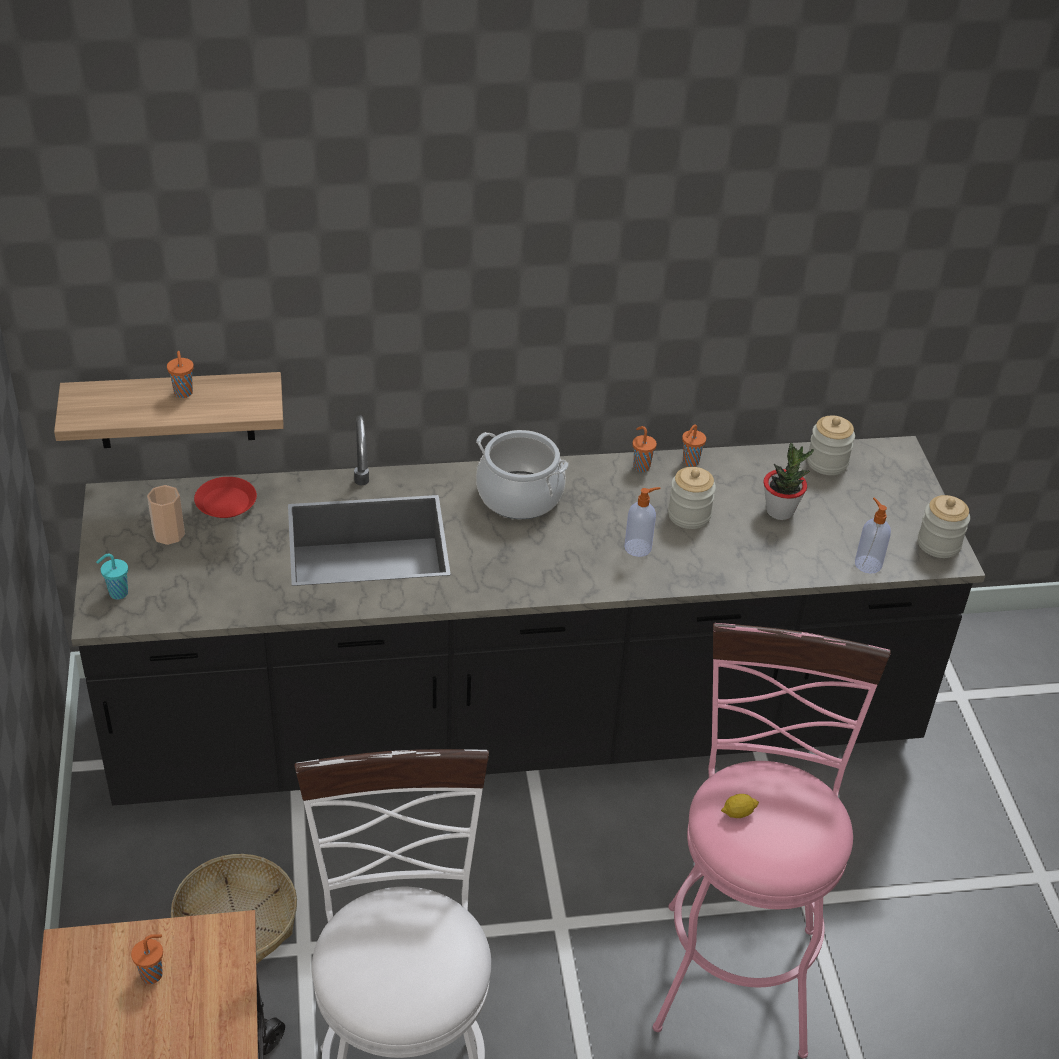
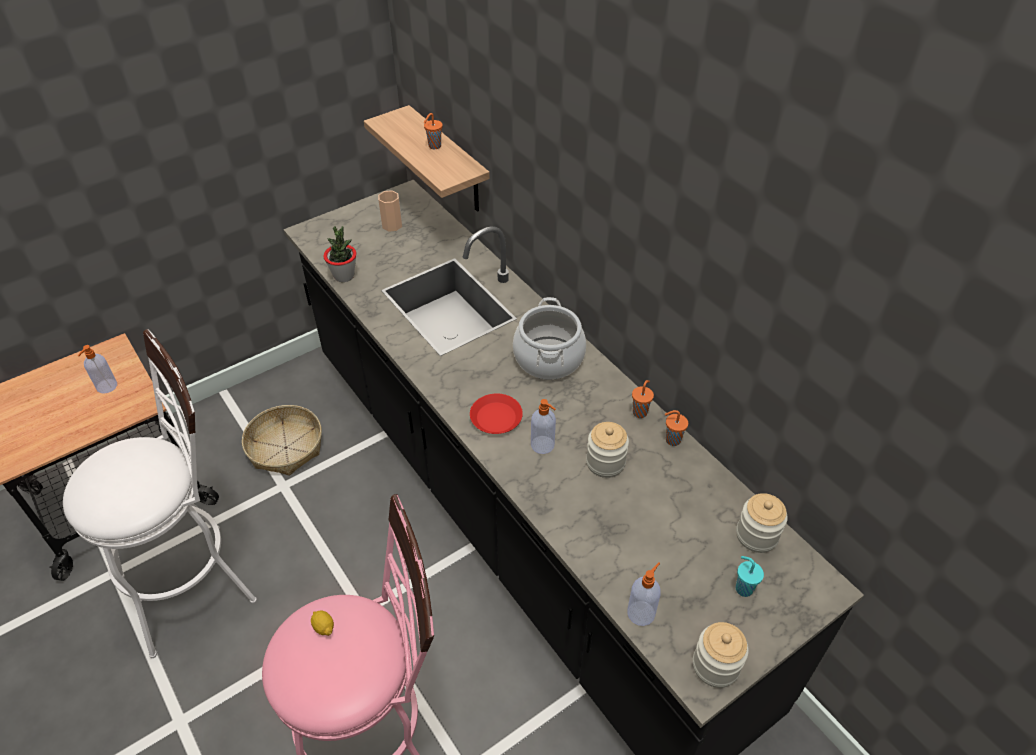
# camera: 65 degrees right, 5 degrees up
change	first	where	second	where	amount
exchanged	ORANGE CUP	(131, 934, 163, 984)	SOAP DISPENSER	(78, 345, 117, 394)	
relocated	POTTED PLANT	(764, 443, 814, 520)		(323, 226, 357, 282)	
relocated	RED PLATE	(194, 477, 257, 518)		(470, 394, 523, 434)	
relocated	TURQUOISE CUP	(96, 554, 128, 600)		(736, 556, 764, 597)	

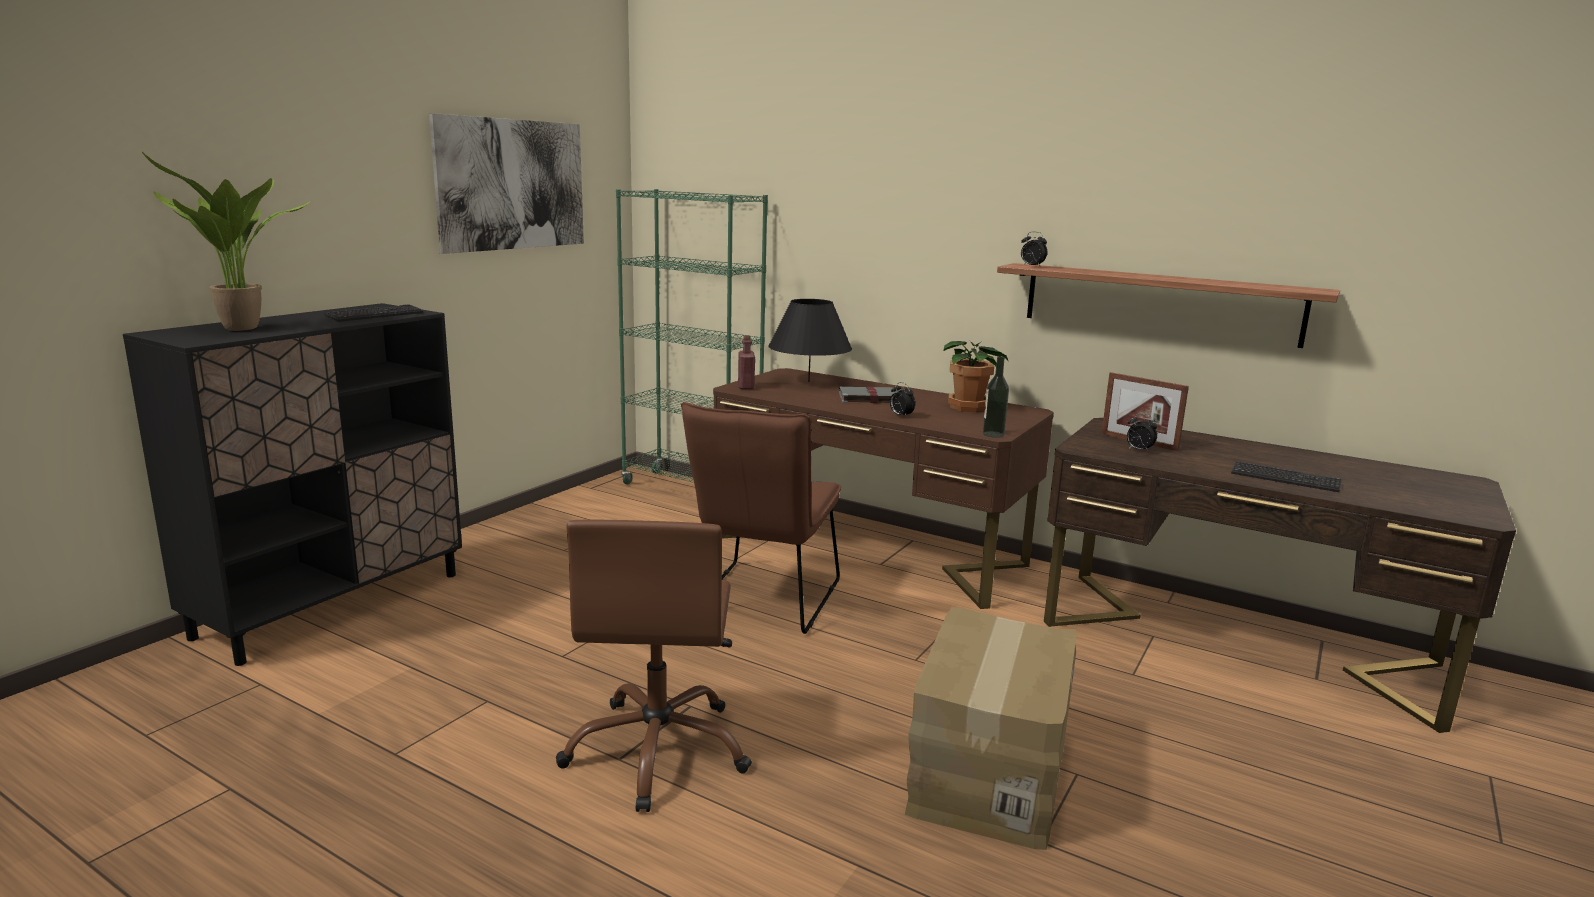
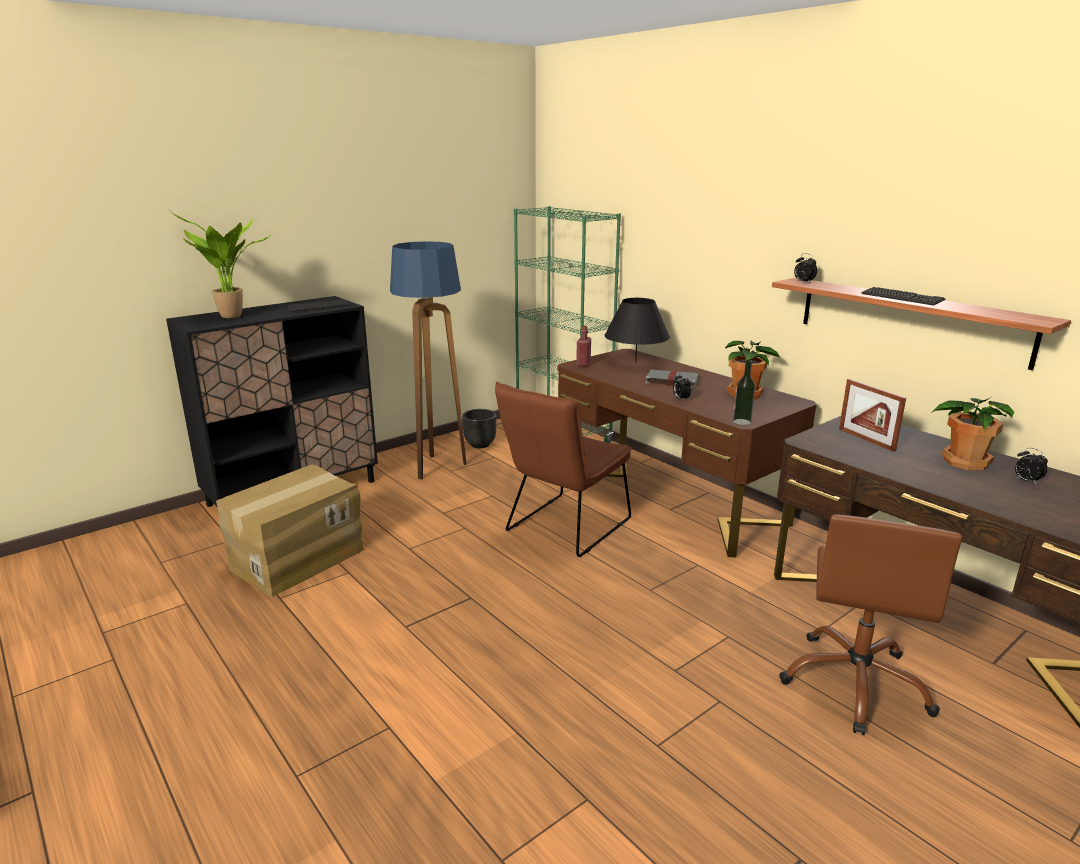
# camera: 20 degrees right, 5 degrees up
change	first	where	second	where	amount
relocated	CARDBOARD BOX	(905, 607, 1076, 850)		(216, 465, 364, 597)	
appeared			FLOOR LAMP	(390, 241, 467, 480)	
appeared			BLACK PLANTER	(462, 409, 496, 448)	
relocated	BROWN OFFICE CHAIR	(556, 520, 752, 812)		(779, 514, 962, 735)	
relocated	KEYBOARD	(1231, 461, 1342, 492)		(861, 287, 946, 306)	
appeared			POTTED PLANT	(931, 397, 1014, 470)	
relocated	ALARM CLOCK	(1127, 413, 1157, 453)		(1015, 448, 1048, 484)	
missing	PICTURE	(429, 113, 584, 254)			

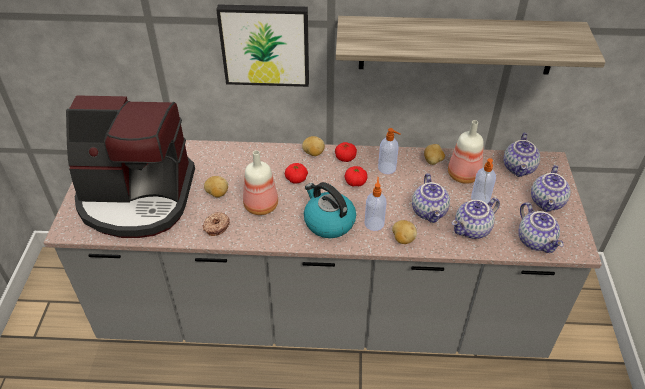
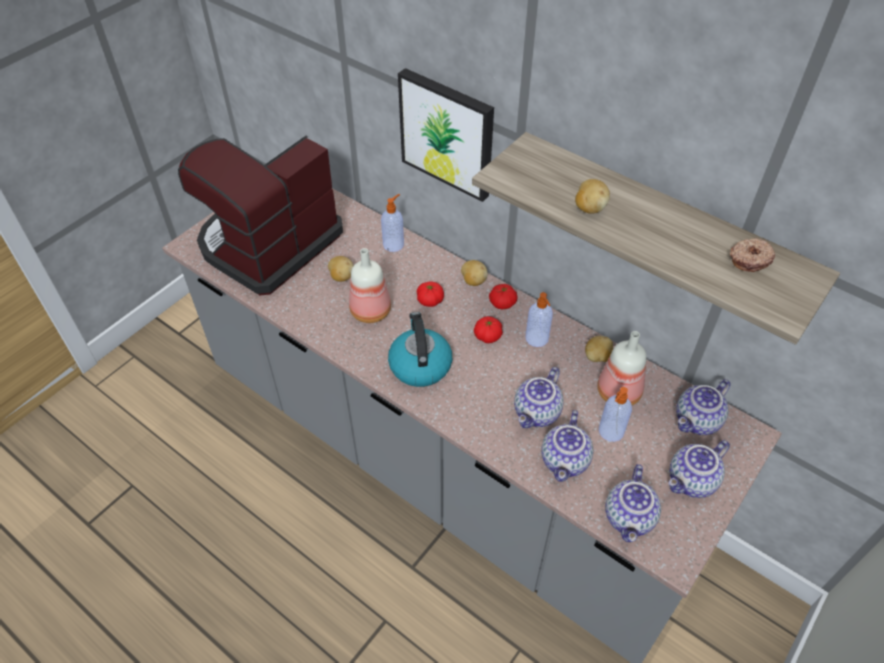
# camera: 35 degrees right, 5 degrees up
change	first	where	second	where	amount
spun	COFFEE MACHINE	(66, 95, 195, 238)		(178, 136, 343, 296)	90 degrees clockwise
relocated	SOAP DISPENSER	(365, 177, 387, 231)		(381, 194, 404, 252)	
spun	TEAPOT	(452, 198, 500, 239)		(541, 410, 593, 482)	75 degrees counterclockwise
relocated	POTATO	(392, 220, 417, 244)		(575, 179, 610, 214)	
relocated	DONUT	(203, 212, 230, 236)		(730, 238, 775, 272)	

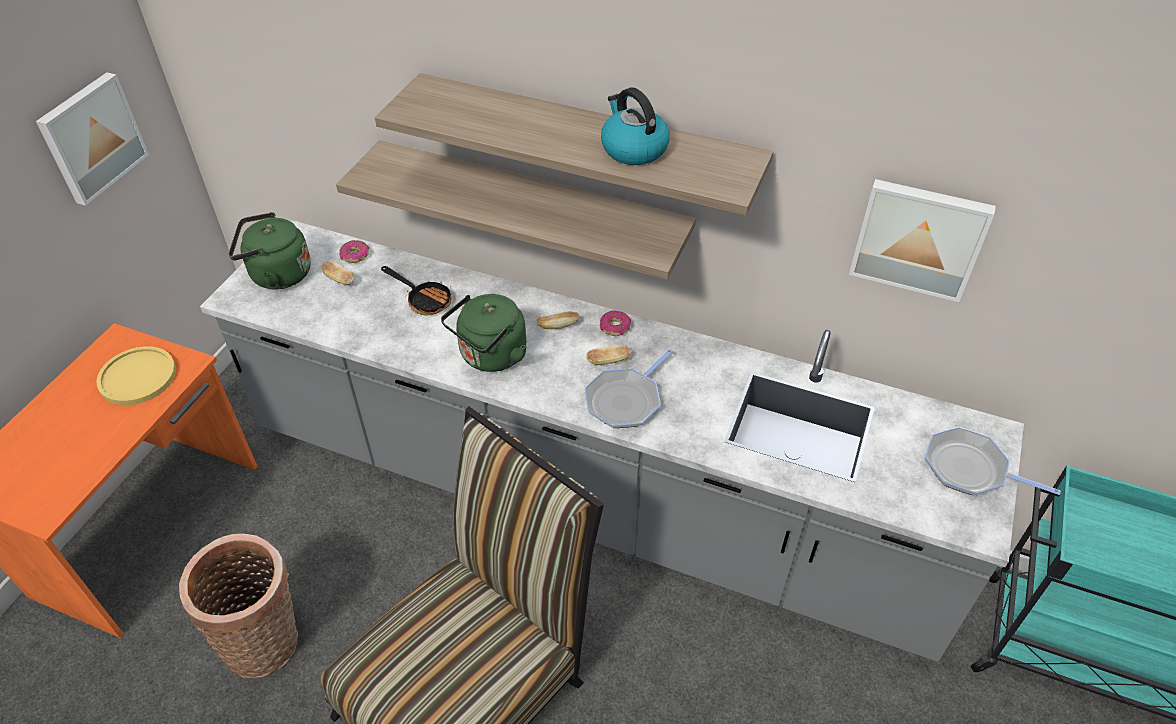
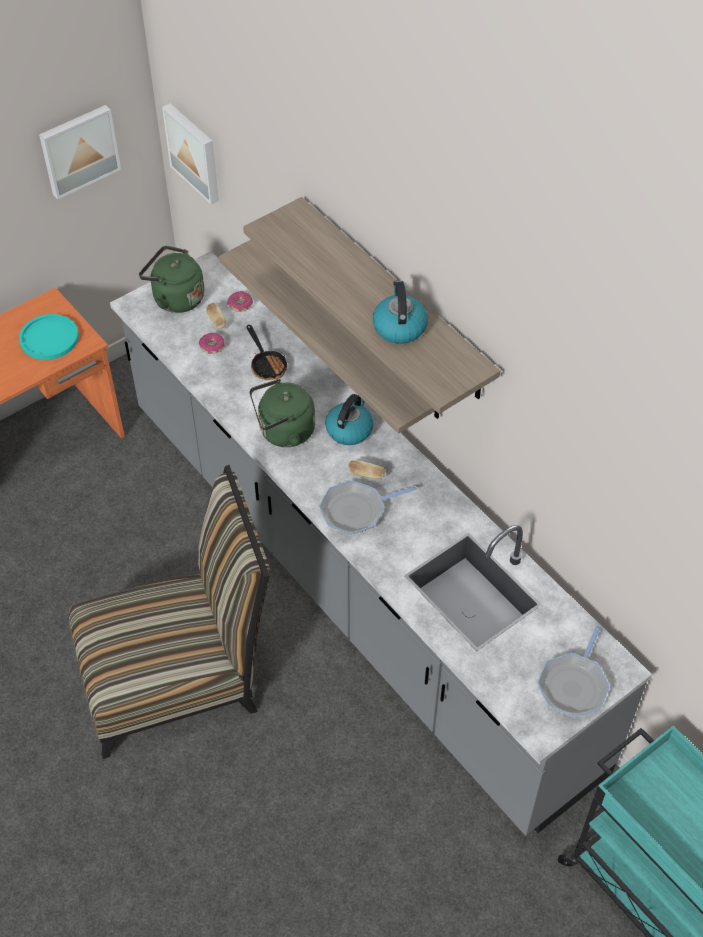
# camera: 30 degrees right, 5 degrees up
change	first	where	second	where	amount
colour	YELLOW PLATE	(97, 346, 176, 405)	TURQUOISE PLATE	(19, 314, 79, 360)	
relocated	PICTURE	(849, 179, 996, 302)		(162, 103, 219, 205)	
relocated	DONUT	(600, 310, 631, 336)		(199, 333, 225, 354)	
exchanged	BREAD	(536, 311, 580, 329)	KETTLE	(325, 394, 373, 445)	
spun	FRYING PAN	(925, 427, 1061, 495)		(537, 624, 610, 718)	120 degrees counterclockwise
missing	BASKET	(179, 533, 298, 679)			

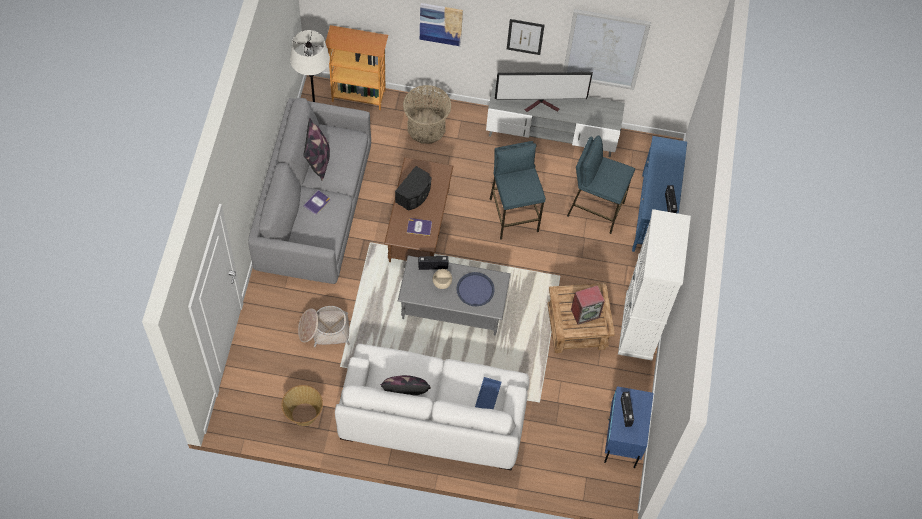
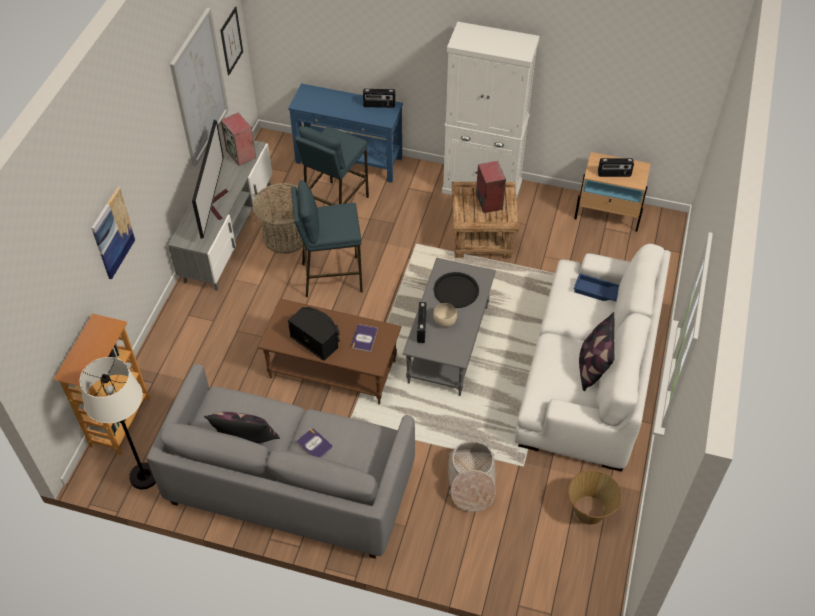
# camera: 80 degrees left, 10 degrees down
change	first	where	second	where	amount
relocated	PICTURE	(507, 19, 545, 55)		(220, 6, 243, 76)	
appeared			SPEAKER	(221, 113, 256, 166)	
relocated	BASKET	(403, 85, 451, 144)		(252, 183, 303, 254)	
colour	BLUE TRAY	(457, 272, 495, 306)	BLACK TRAY	(434, 272, 479, 308)	
colour	BLUE NIGHTSTAND	(604, 386, 654, 468)	BEIGE NIGHTSTAND	(574, 152, 651, 232)	

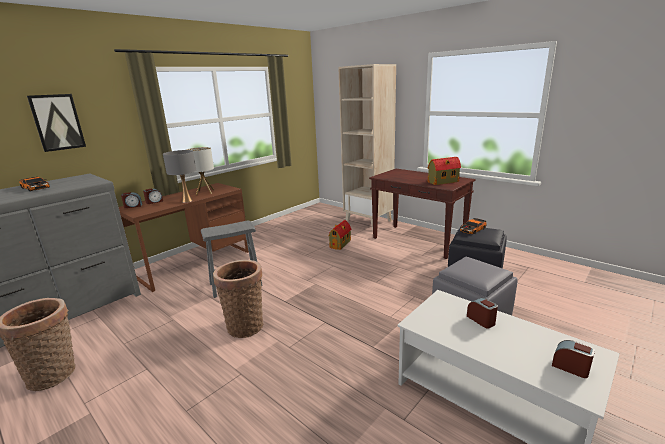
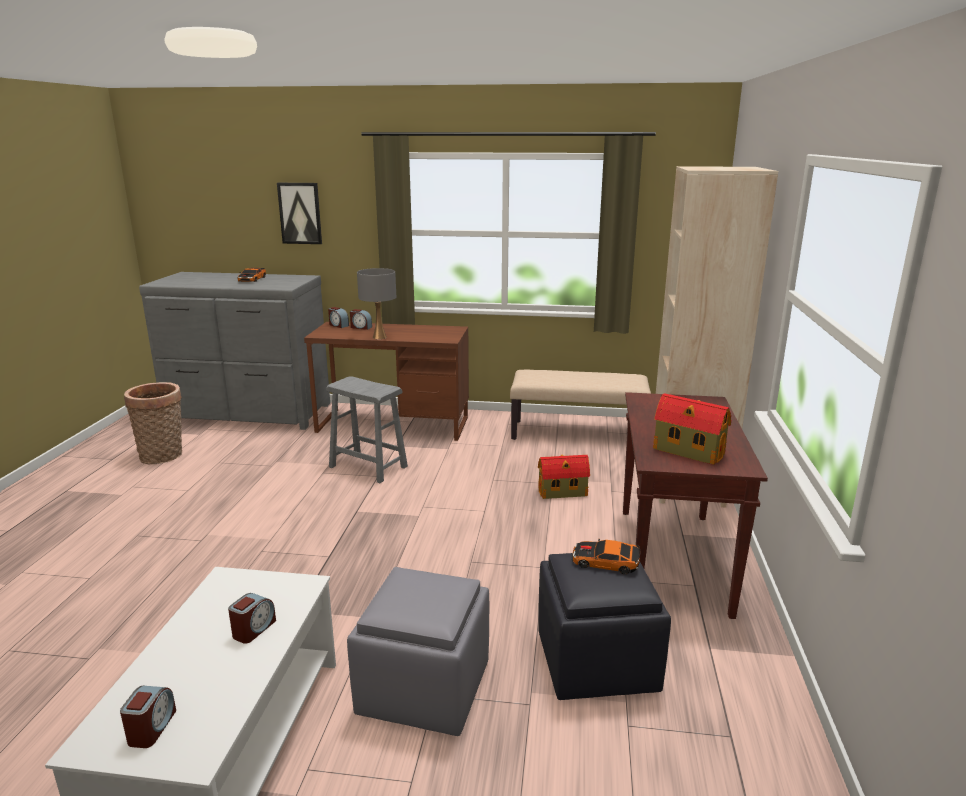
# camera: 55 degrees right, 0 degrees up
change	first	where	second	where	amount
appeared			BEIGE BENCH	(510, 369, 651, 440)	
missing	TABLE LAMP	(186, 147, 214, 195)			
missing	BASKET	(213, 260, 264, 338)			

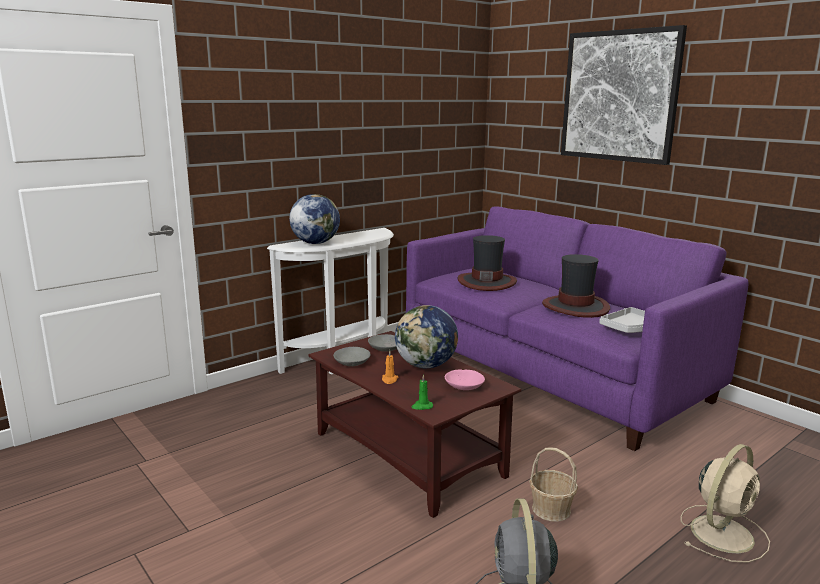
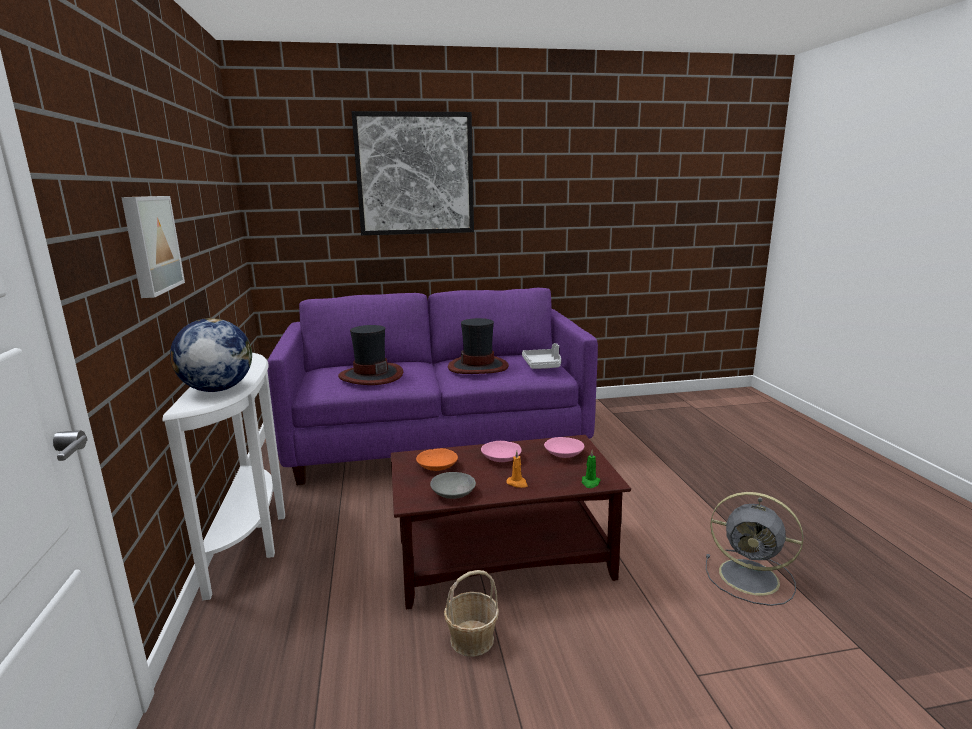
# camera: 60 degrees left, 0 degrees up
change	first	where	second	where	amount
appeared			PICTURE	(121, 196, 185, 298)	
colour	GREY BOWL	(368, 334, 397, 352)	ORANGE BOWL	(416, 448, 458, 471)	
relocated	BASKET	(529, 447, 578, 522)		(444, 570, 499, 657)	
exchanged	GLOBE	(395, 305, 458, 368)	PINK BOWL	(481, 441, 522, 462)	
missing	BEIGE FAN	(680, 444, 770, 563)			

